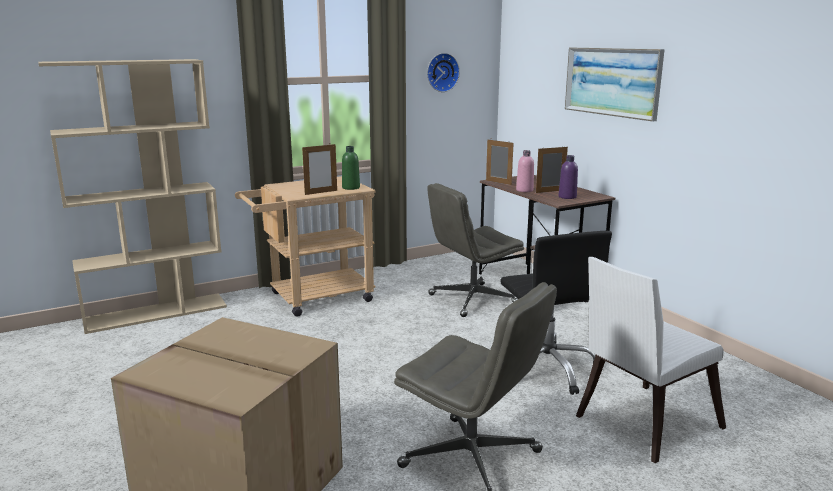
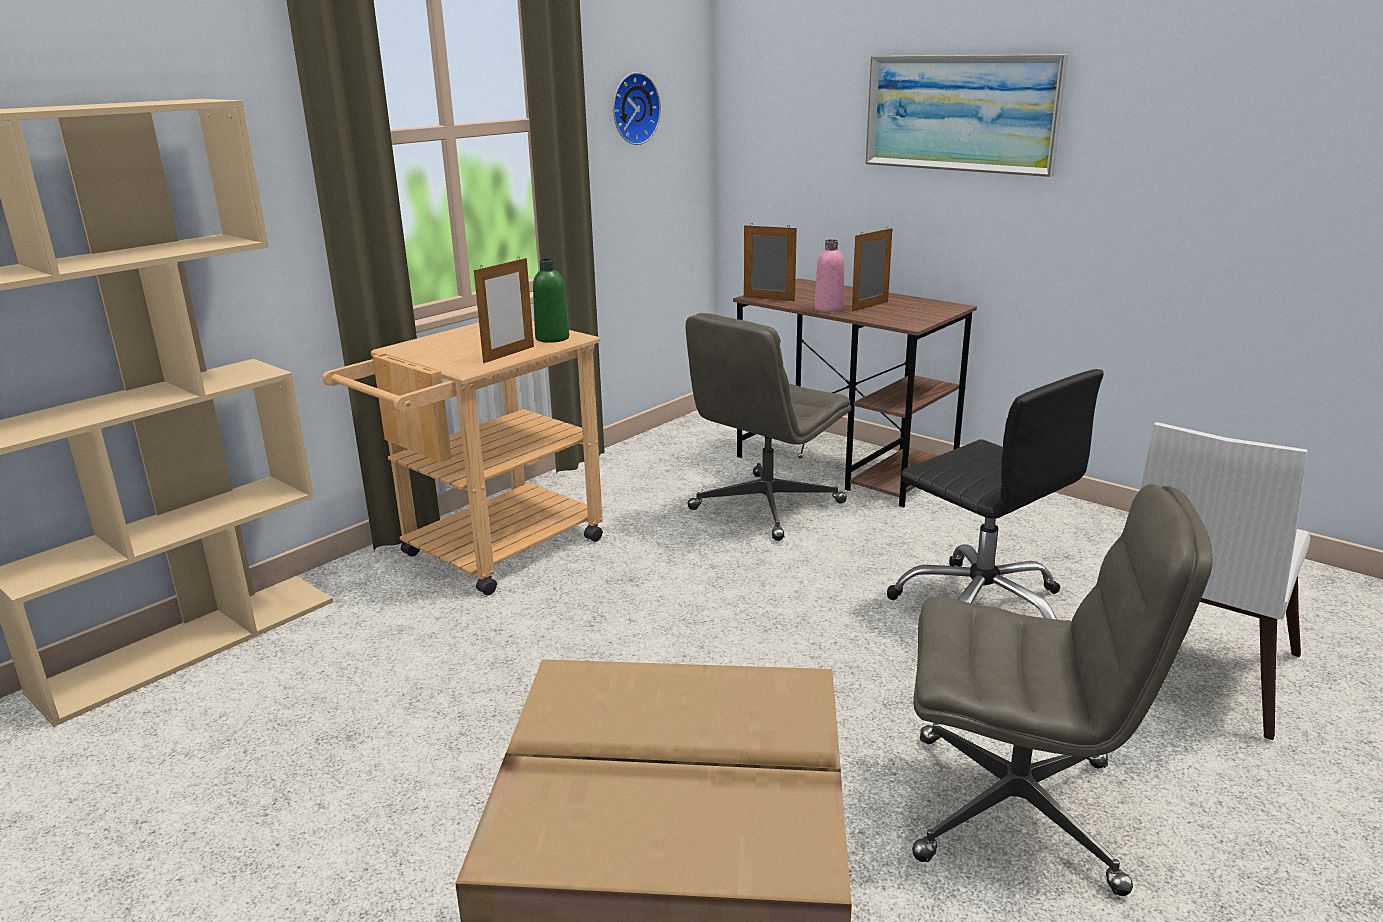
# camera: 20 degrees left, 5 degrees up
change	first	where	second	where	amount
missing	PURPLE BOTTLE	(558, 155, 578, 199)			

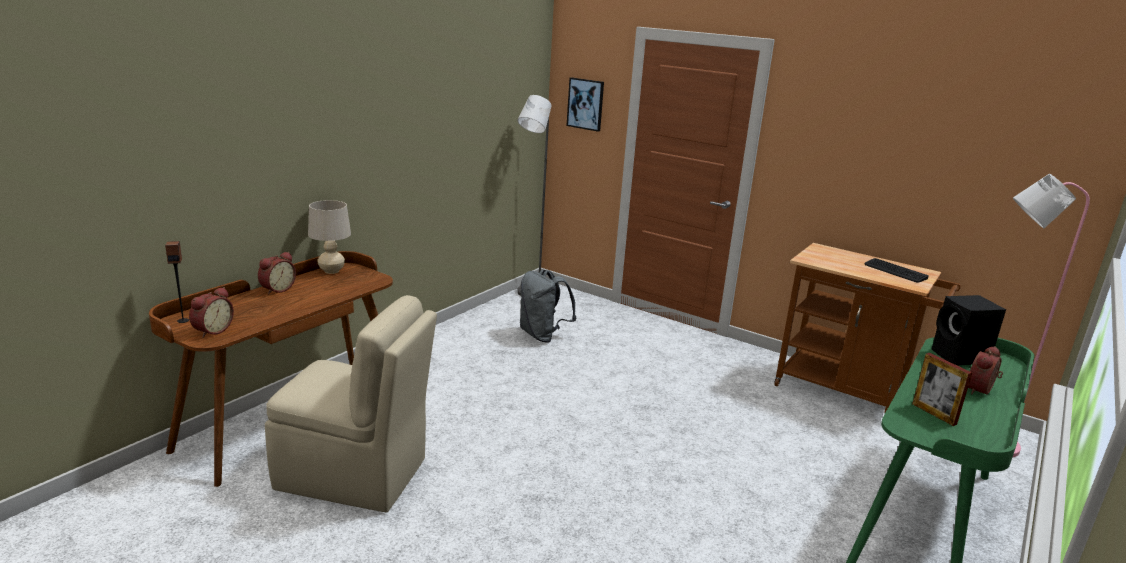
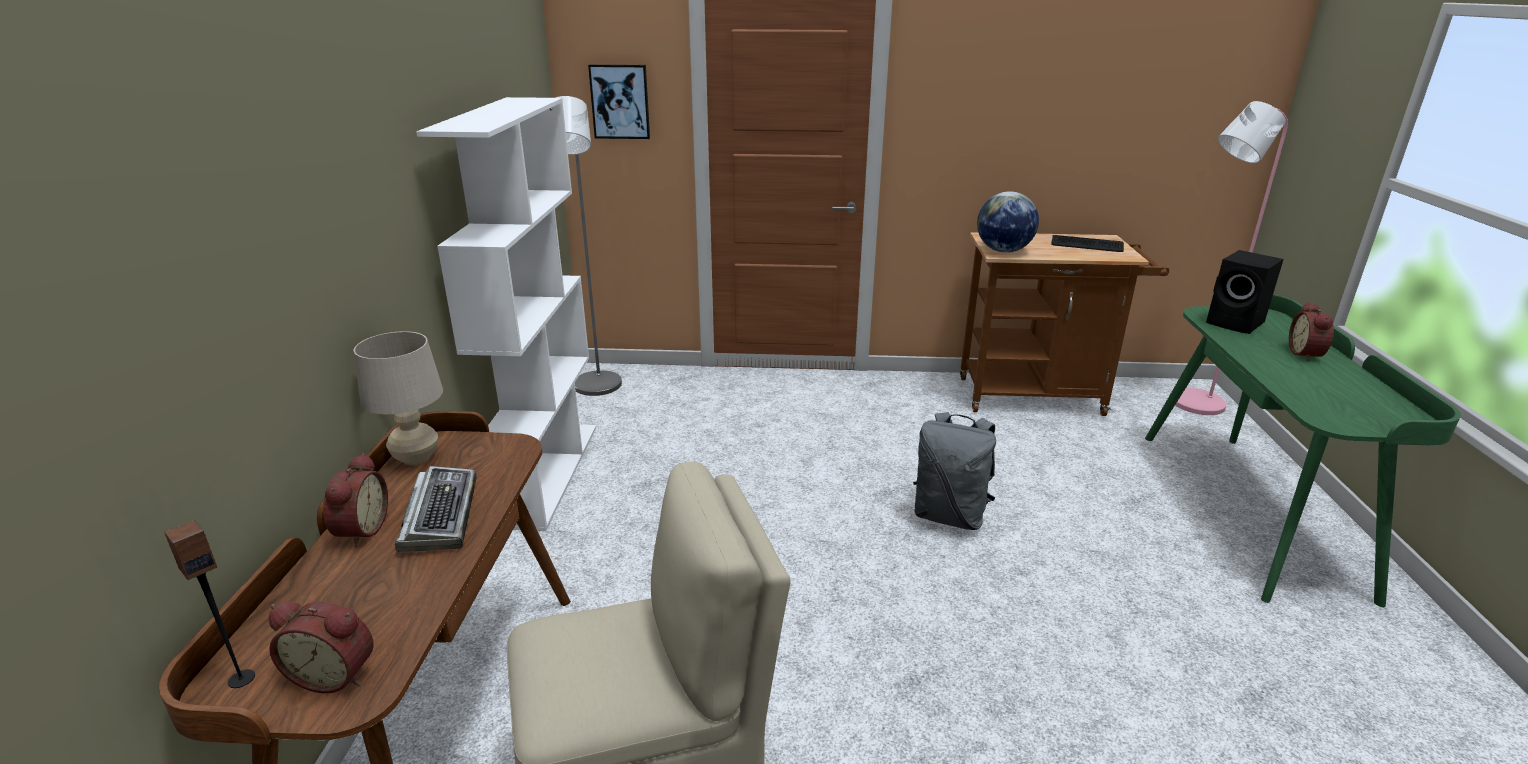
# camera: 30 degrees left, 5 degrees up
change	first	where	second	where	amount
spun	ALARM CLOCK	(189, 287, 234, 338)		(269, 602, 374, 693)	105 degrees clockwise
appeared			KEYBOARD	(395, 466, 477, 553)	
appeared			WHITE BOOKCASE	(416, 97, 596, 531)	
relocated	GREY BACKPACK	(520, 270, 576, 342)		(913, 412, 996, 530)	
appeared			GLOBE	(977, 191, 1039, 253)	
missing	PICTURE FRAME	(912, 353, 972, 426)			

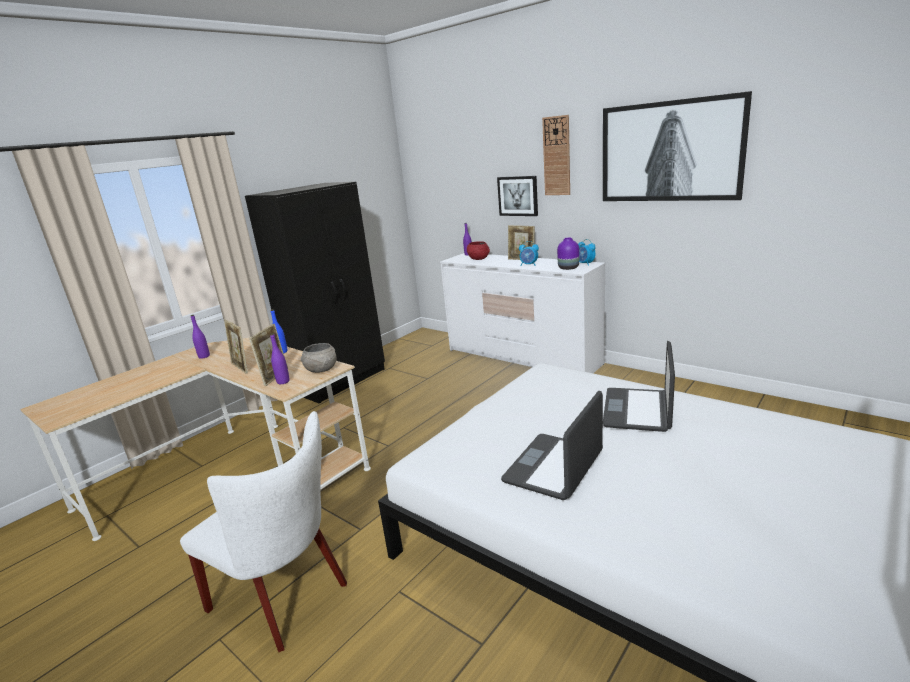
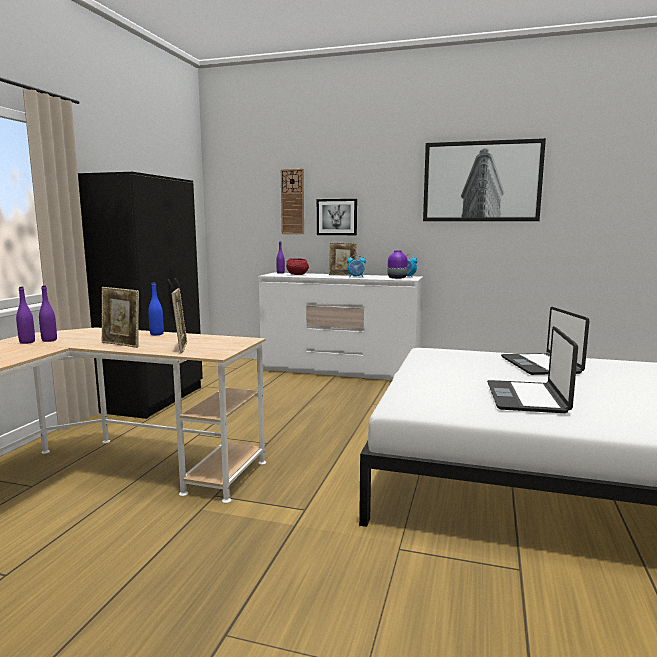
# camera: 25 degrees left, 10 degrees down
change	first	where	second	where	amount
relocated	PURPLE BOTTLE	(270, 333, 290, 384)		(16, 287, 35, 344)	
relocated	WALL CLOCK	(542, 115, 570, 195)		(281, 169, 304, 234)	
missing	WHITE CHAIR	(180, 411, 347, 652)			
missing	GREY BOWL	(301, 343, 336, 373)			

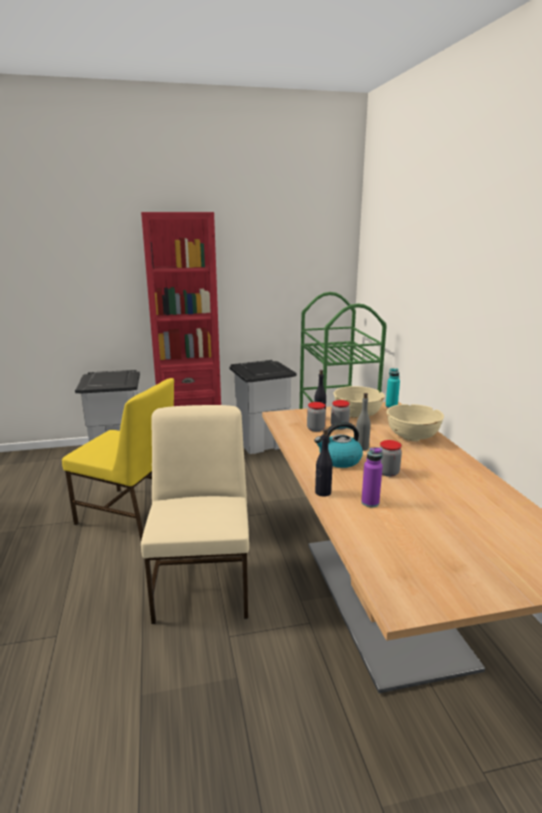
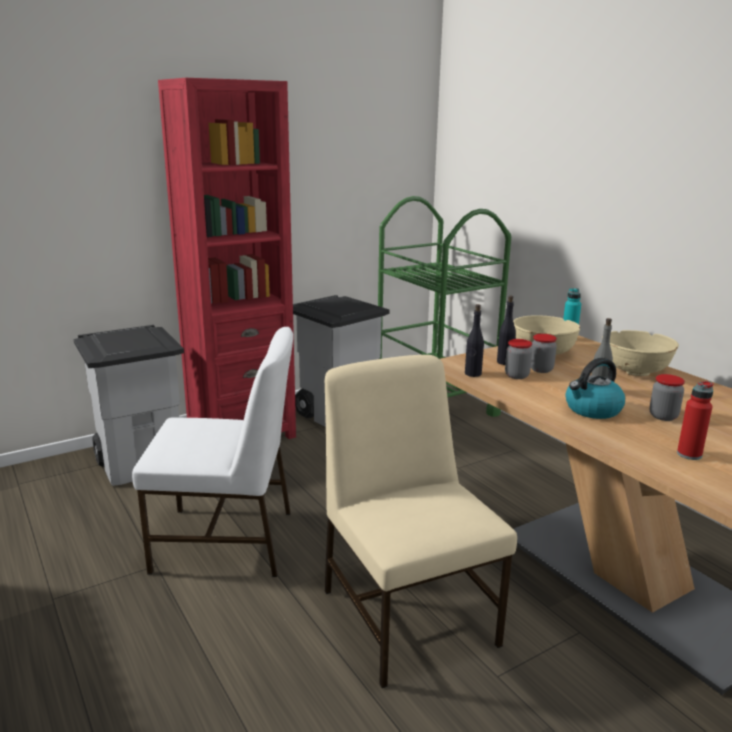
# camera: 20 degrees left, 0 degrees up
change	first	where	second	where	amount
colour	YELLOW CHAIR	(62, 378, 174, 540)	WHITE CHAIR	(132, 327, 293, 577)	
relocated	BLACK BOTTLE	(315, 428, 333, 497)		(465, 304, 484, 377)	
colour	PURPLE BOTTLE	(361, 448, 383, 507)	RED BOTTLE	(677, 381, 713, 460)	

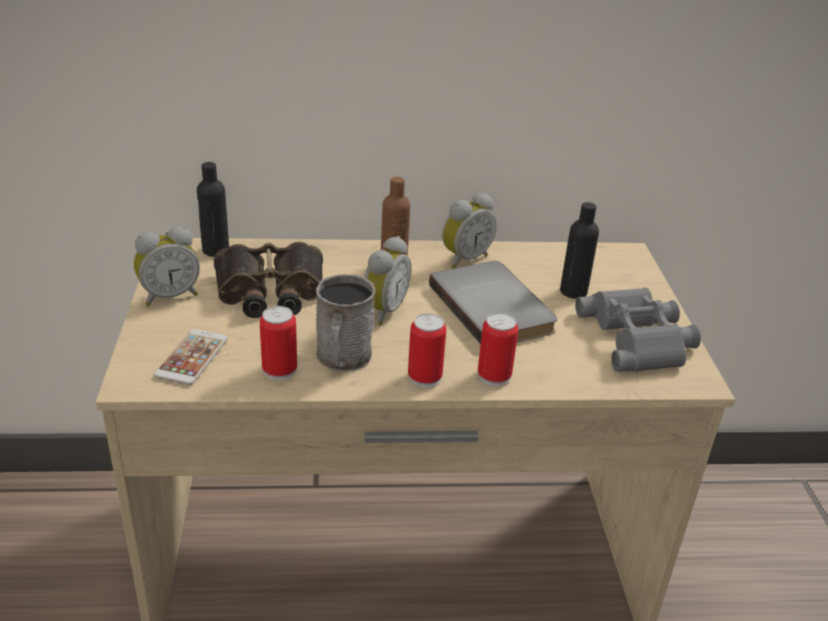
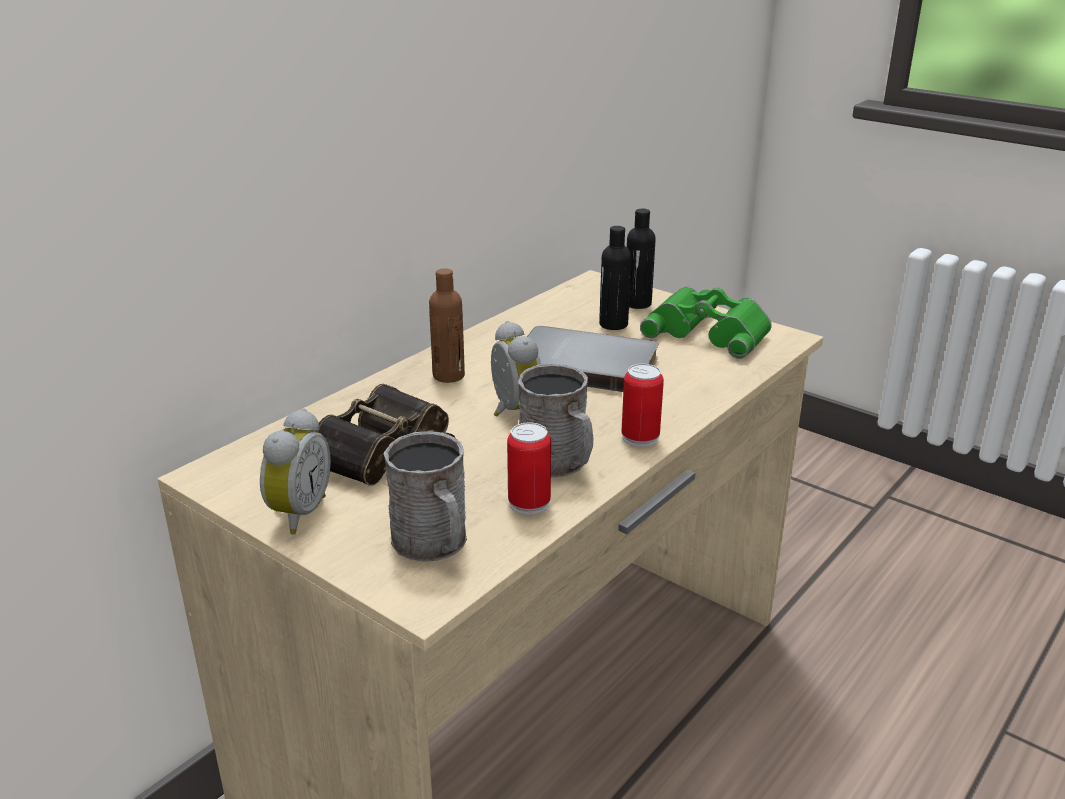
# camera: 45 degrees left, 5 degrees down
change	first	where	second	where	amount
exchanged	PHONE	(154, 329, 228, 385)	GREY MUG	(383, 431, 467, 562)	
relocated	BLACK BOTTLE	(197, 162, 229, 257)		(627, 208, 656, 309)	
colour	GREY BINOCULARS	(575, 288, 701, 372)	GREEN BINOCULARS	(640, 286, 772, 359)	
missing	ALARM CLOCK	(442, 193, 497, 269)			
missing	CAN	(478, 313, 518, 386)			

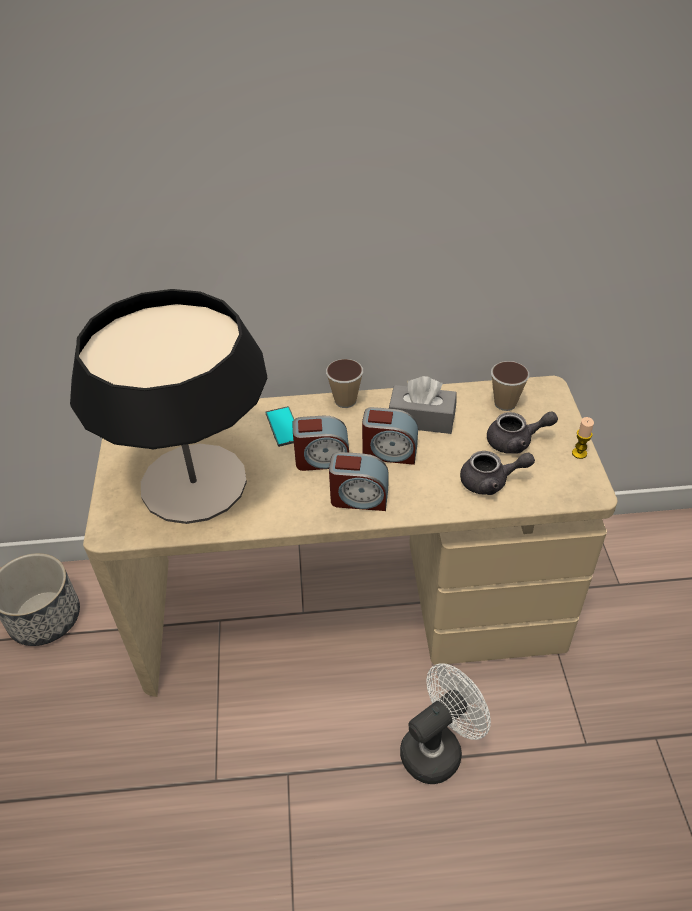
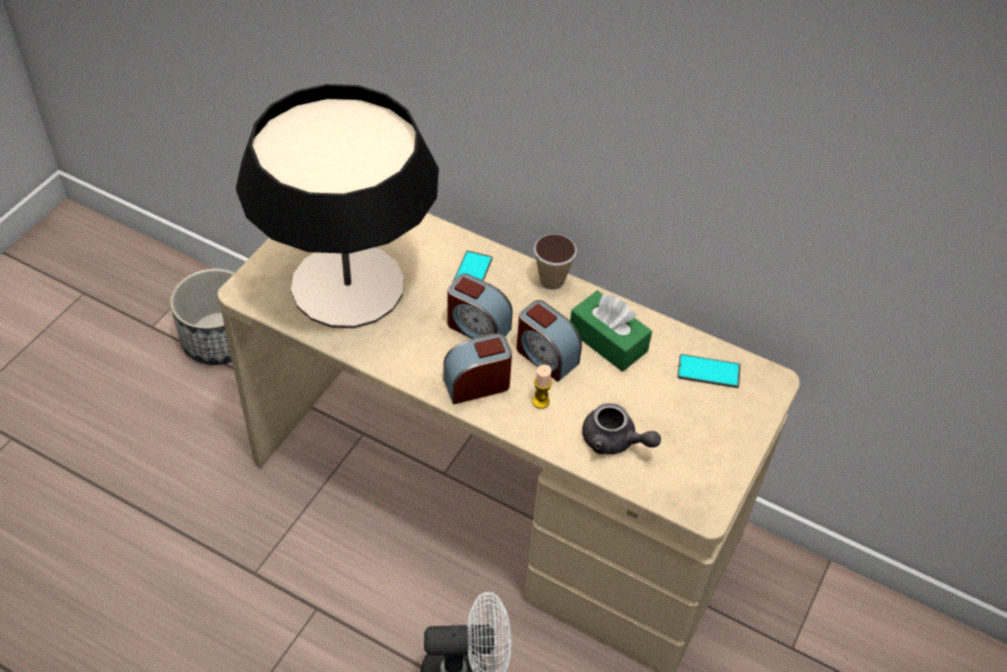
# camera: 30 degrees right, 5 degrees up
change	first	where	second	where	amount
spun	ALARM CLOCK	(329, 452, 389, 511)		(443, 333, 512, 405)	120 degrees clockwise
relocated	CANDLE	(572, 417, 594, 459)		(532, 365, 552, 409)	
colour	GREY TISSUE BOX	(389, 376, 457, 434)	GREEN TISSUE BOX	(570, 290, 652, 372)	
exchanged	CUP	(491, 361, 529, 411)	PHONE	(677, 354, 741, 388)	
missing	GREY TEAPOT	(487, 411, 558, 454)			

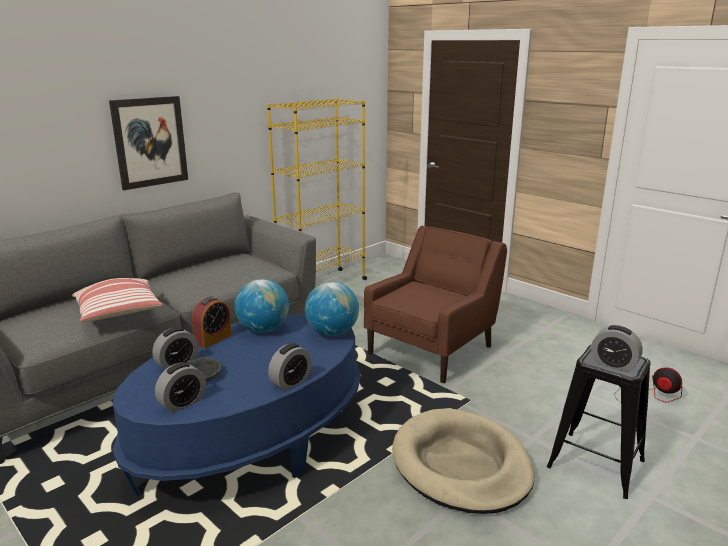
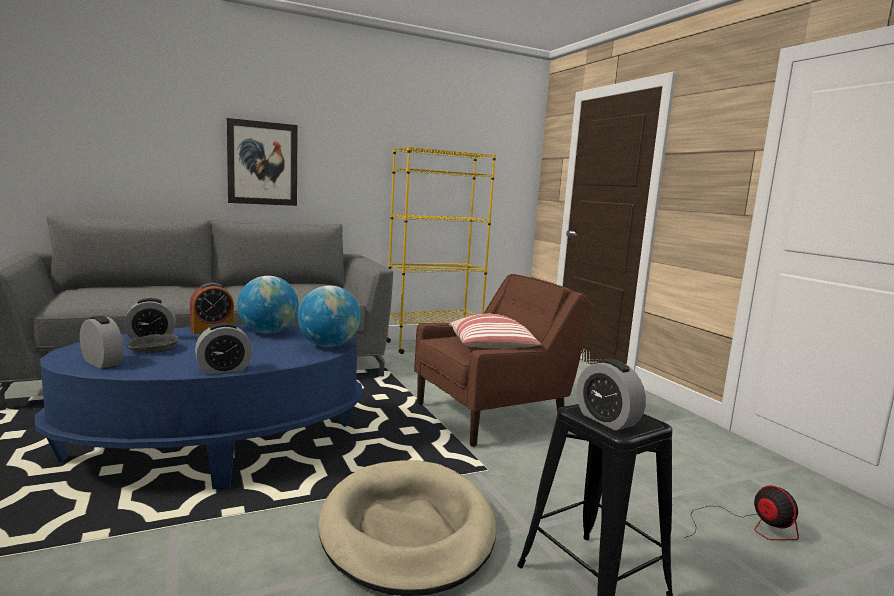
# camera: 20 degrees right, 10 degrees down
change	first	where	second	where	amount
spun	ALARM CLOCK	(155, 362, 206, 413)		(80, 316, 124, 369)	120 degrees counterclockwise
relocated	PILLOW	(72, 278, 163, 322)		(449, 314, 542, 349)	

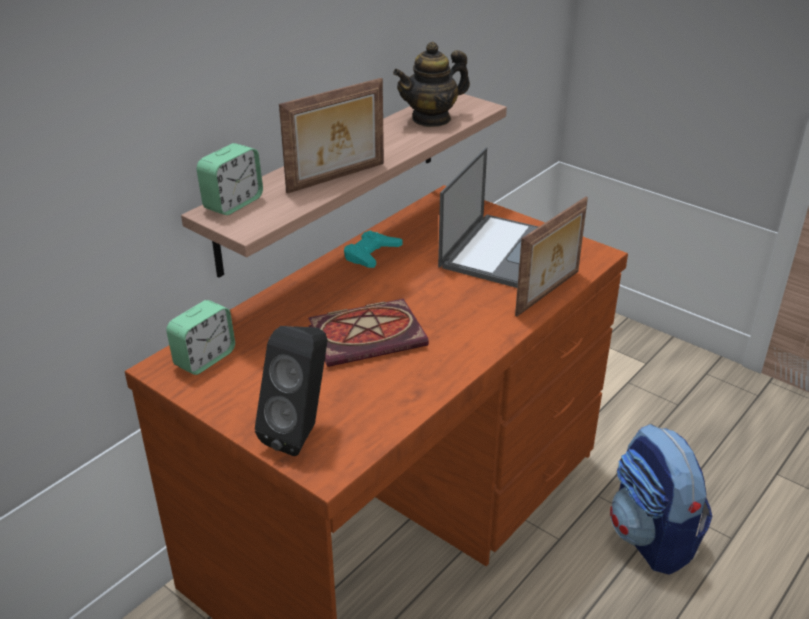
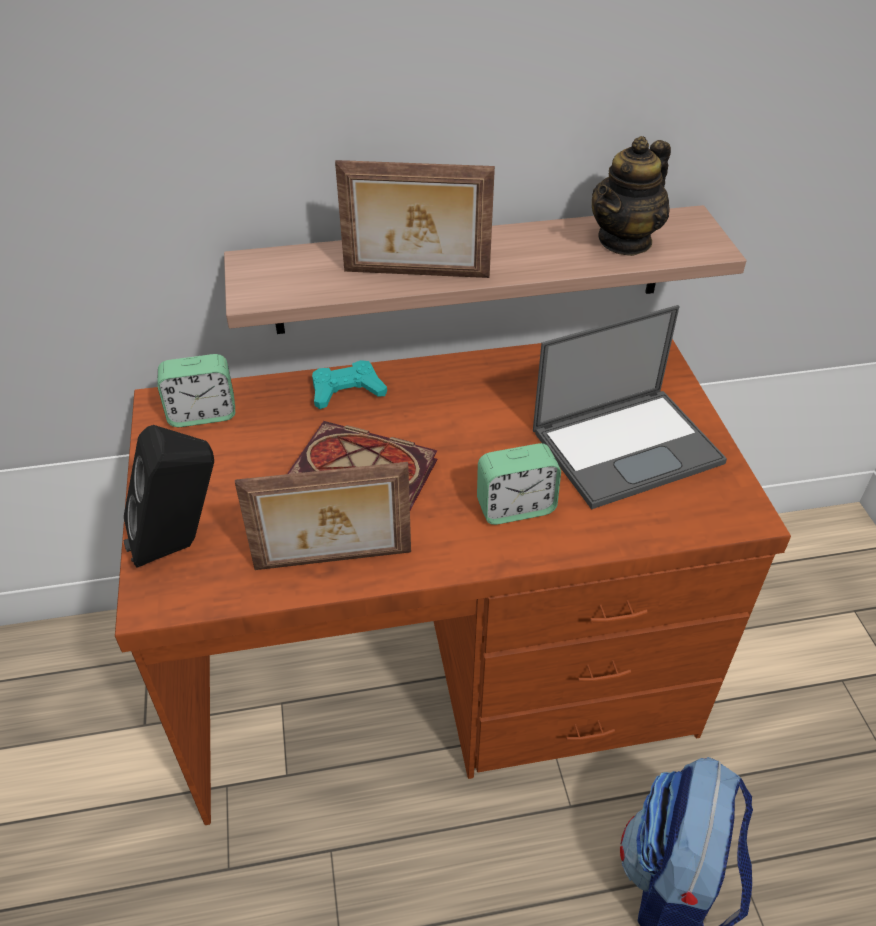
# camera: 40 degrees right, 10 degrees up
change	first	where	second	where	amount
relocated	PICTURE FRAME	(515, 197, 588, 316)		(235, 462, 411, 570)	
relocated	TURQUOISE GAME CONTROLLER	(344, 231, 402, 268)		(312, 360, 387, 409)	
relocated	ALARM CLOCK	(197, 143, 263, 215)		(477, 443, 561, 525)	
spun	TEAPOT	(393, 42, 470, 127)		(592, 136, 671, 256)	60 degrees counterclockwise

